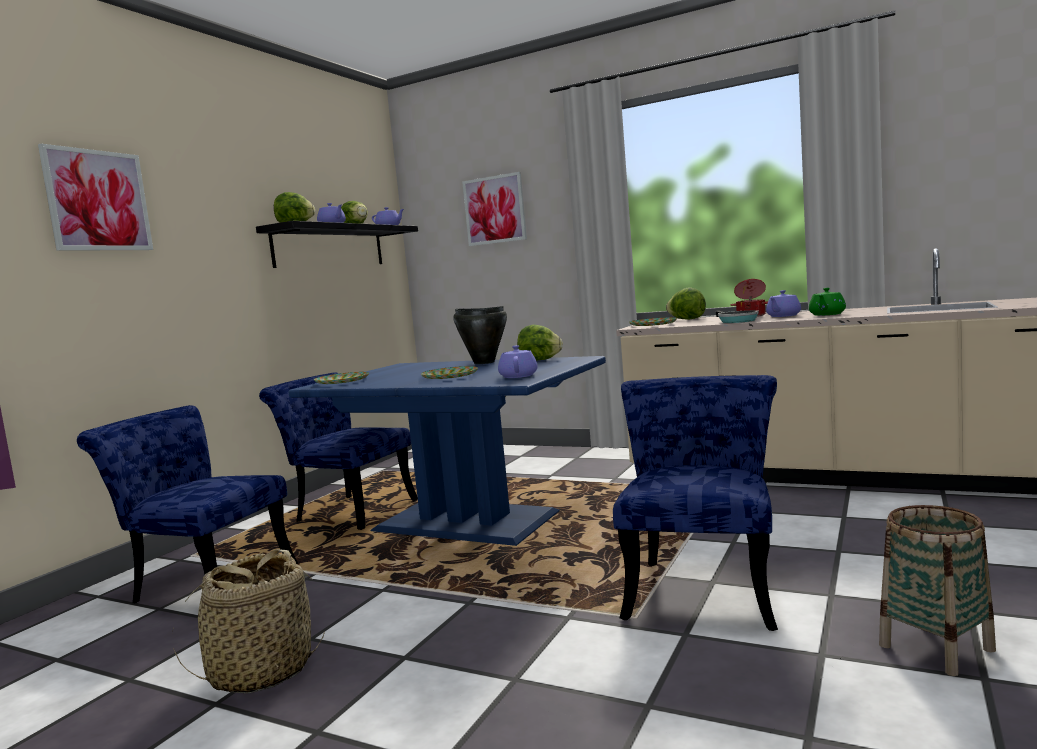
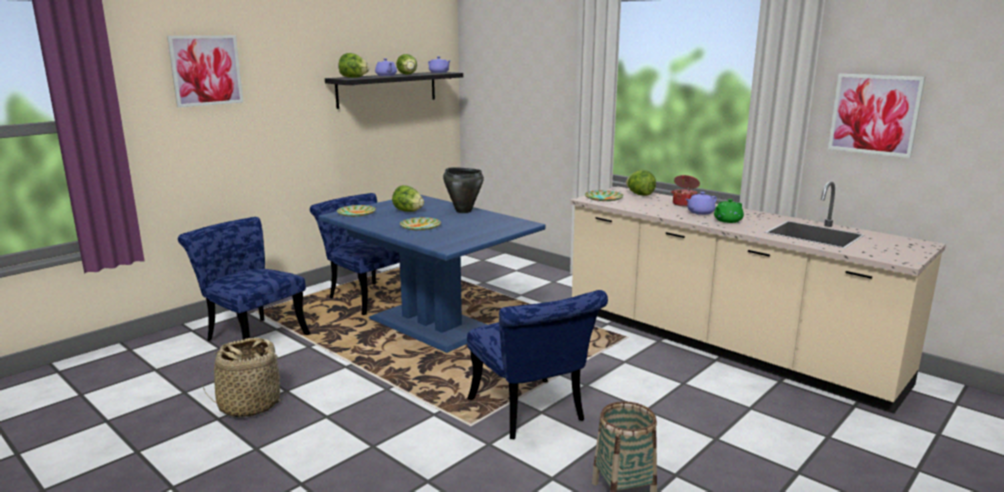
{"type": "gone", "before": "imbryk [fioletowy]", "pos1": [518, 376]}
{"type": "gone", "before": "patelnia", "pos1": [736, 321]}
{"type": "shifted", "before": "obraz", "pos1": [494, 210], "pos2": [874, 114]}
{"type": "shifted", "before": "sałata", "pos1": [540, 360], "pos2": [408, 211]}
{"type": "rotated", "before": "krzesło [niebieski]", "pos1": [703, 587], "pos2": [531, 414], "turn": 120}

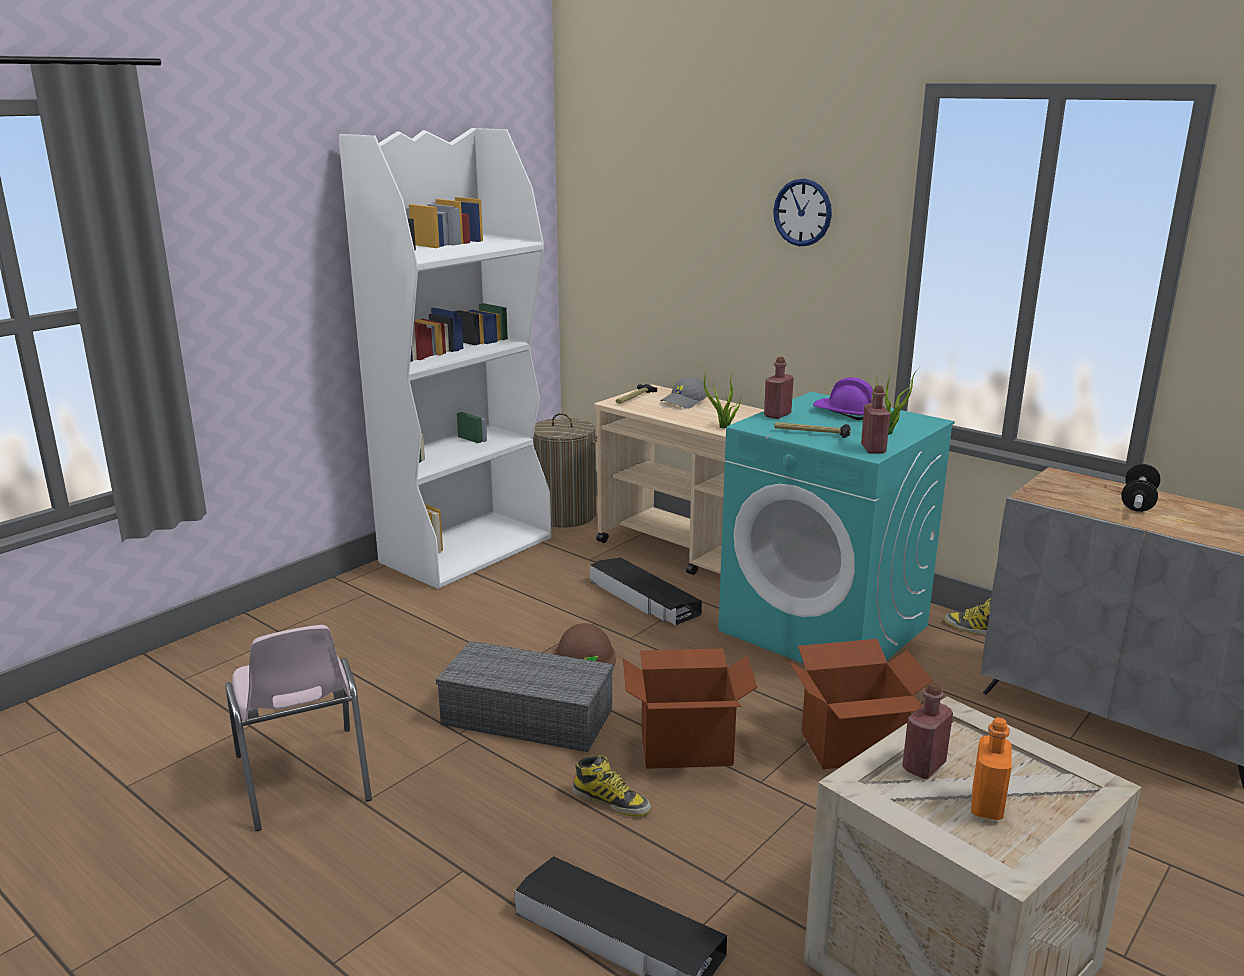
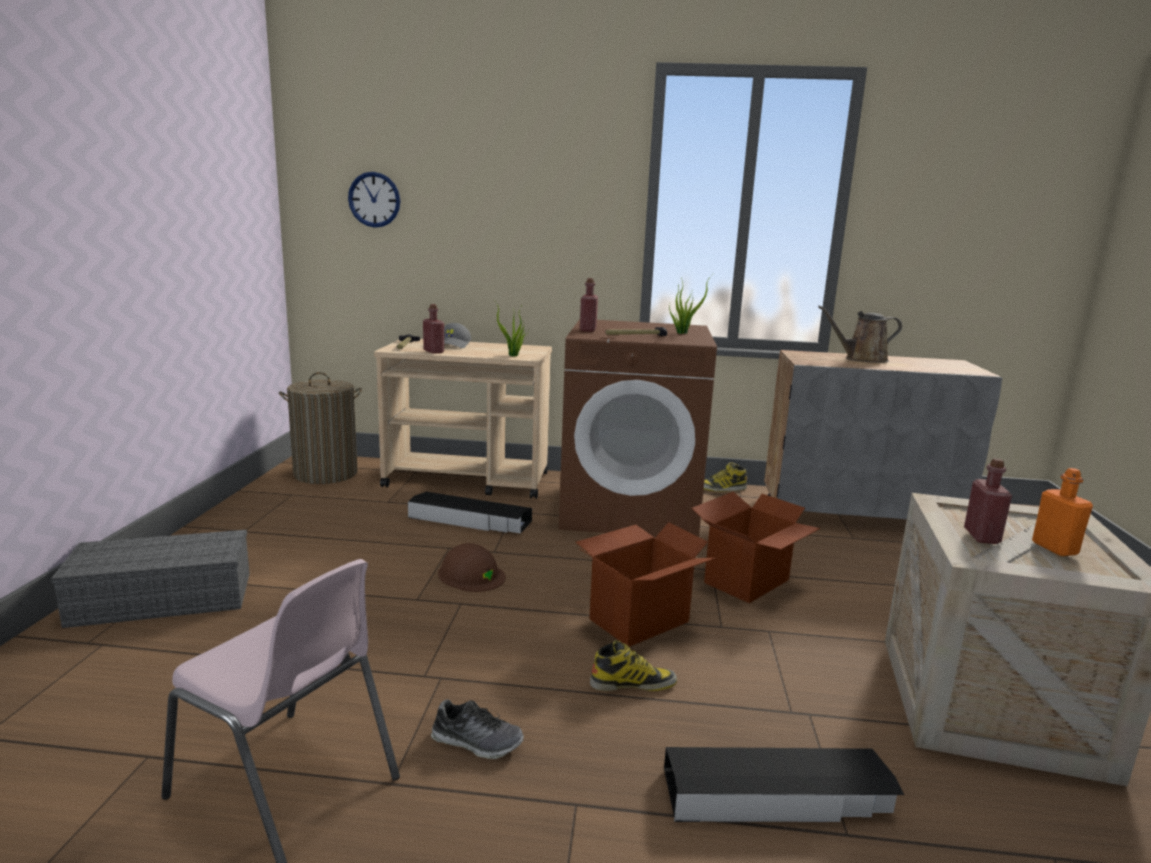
{"type": "gone", "before": "regał [biały]", "pos1": [467, 549]}
{"type": "gone", "before": "kask [fioletowy]", "pos1": [844, 413]}
{"type": "new", "after": "but", "pos2": [477, 742]}
{"type": "shifted", "before": "pojemnik do przechowywania [szary]", "pos1": [530, 716], "pos2": [166, 597]}
{"type": "shifted", "before": "zegar ścienny", "pos1": [802, 212], "pos2": [374, 199]}
{"type": "shifted", "before": "butelka [czerwony]", "pos1": [873, 449], "pos2": [433, 351]}
{"type": "swapped", "before": "hantel", "after": "konewka [brązowy]", "pos1": [1138, 502], "pos2": [862, 359]}
{"type": "repainted", "before": "pralka [turkusowy]", "after": "pralka [brązowy]", "pos1": [825, 628], "pos2": [631, 510]}

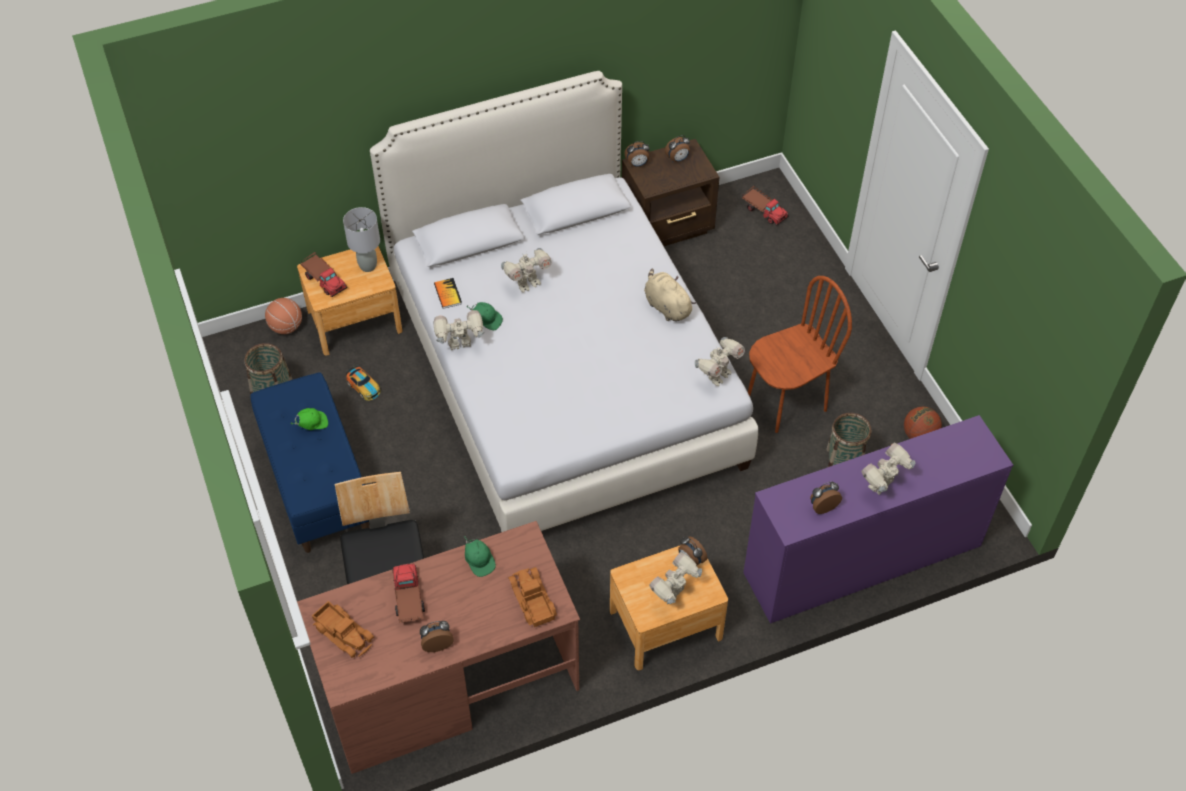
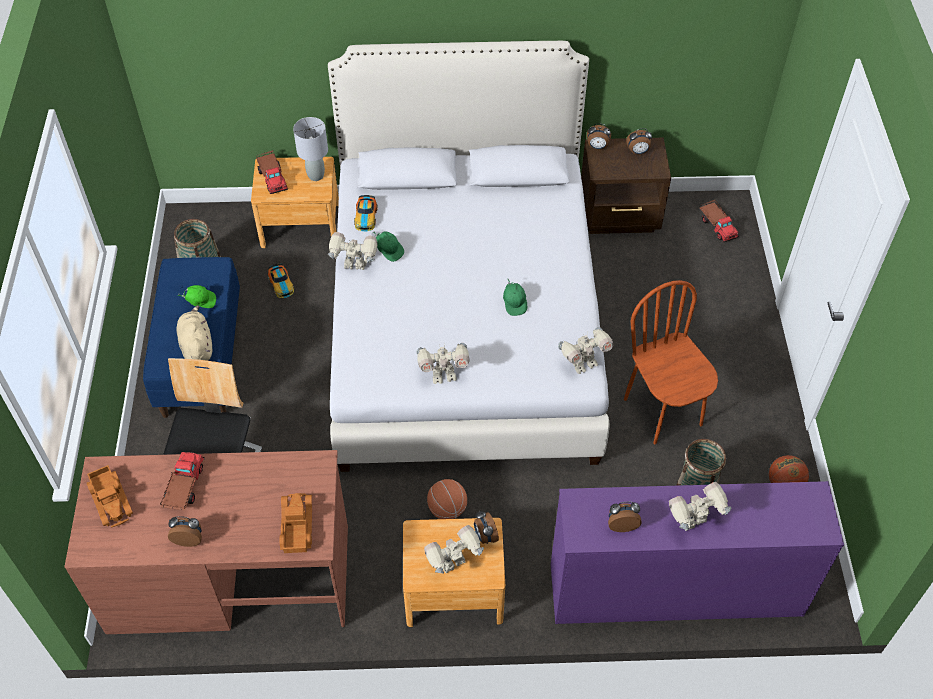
{"type": "shifted", "before": "piłka do koszykówki", "pos1": [286, 327], "pos2": [447, 509]}
{"type": "shifted", "before": "czapka z daszkiem [zielony]", "pos1": [479, 561], "pos2": [514, 303]}
{"type": "shifted", "before": "robot zabawkowy", "pos1": [527, 283], "pos2": [443, 375]}
{"type": "shifted", "before": "pluszak [beżowy]", "pos1": [666, 306], "pos2": [197, 346]}
{"type": "swapped", "before": "książka", "after": "samochodzik", "pos1": [448, 294], "pos2": [366, 217]}
{"type": "rotated", "before": "krzesło [brązowy]", "pos1": [786, 402], "pos2": [663, 411], "turn": -105}

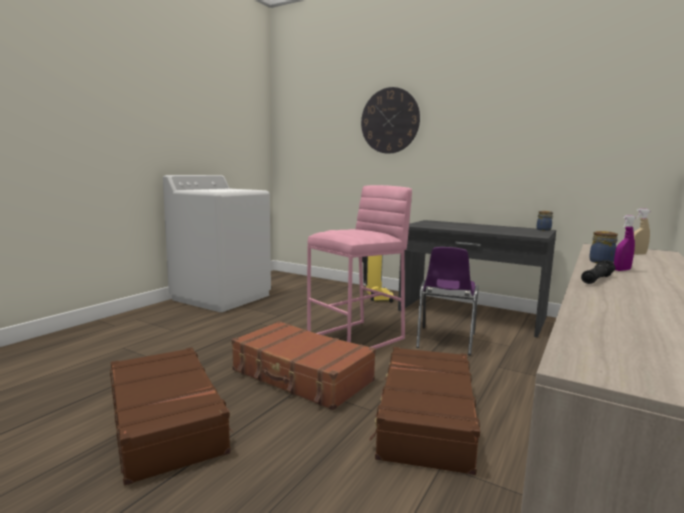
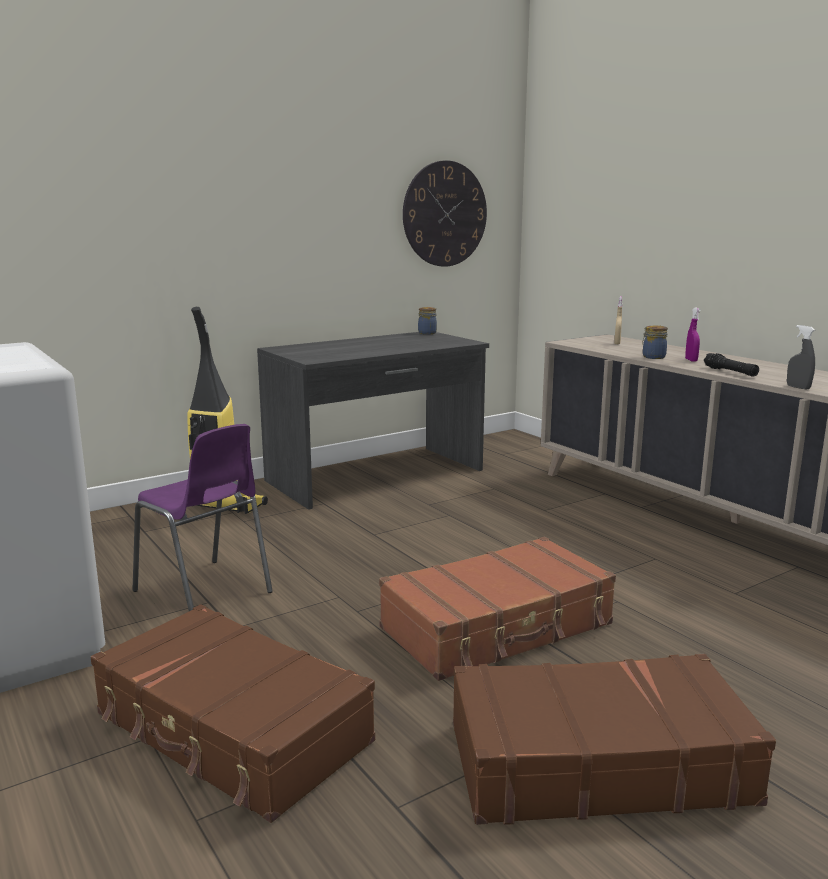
{"type": "gone", "before": "stołek [różowy]", "pos1": [357, 338]}
{"type": "new", "after": "spryskiwacz [szary]", "pos2": [798, 387]}
{"type": "shifted", "before": "zegar ścienny", "pos1": [390, 121], "pos2": [445, 214]}
{"type": "shifted", "before": "walizka [brązowy]", "pos1": [424, 418], "pos2": [231, 730]}
{"type": "shifted", "before": "krzesło [fioletowy]", "pos1": [445, 341], "pos2": [205, 593]}

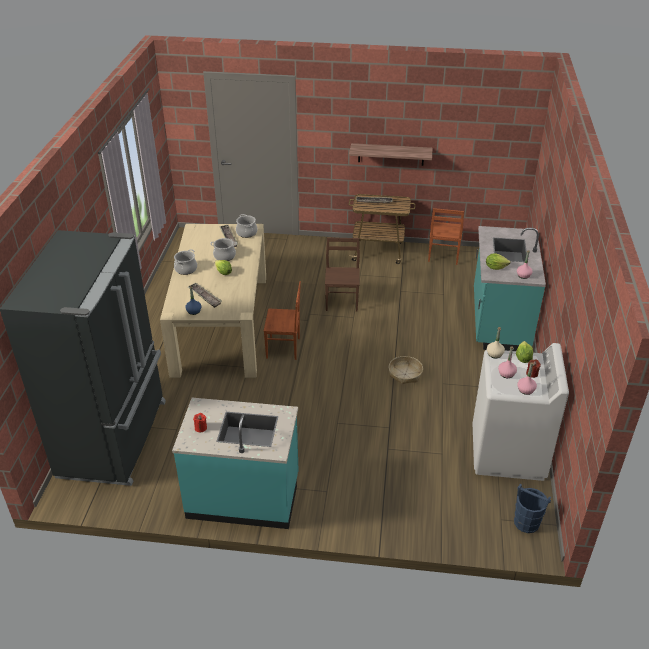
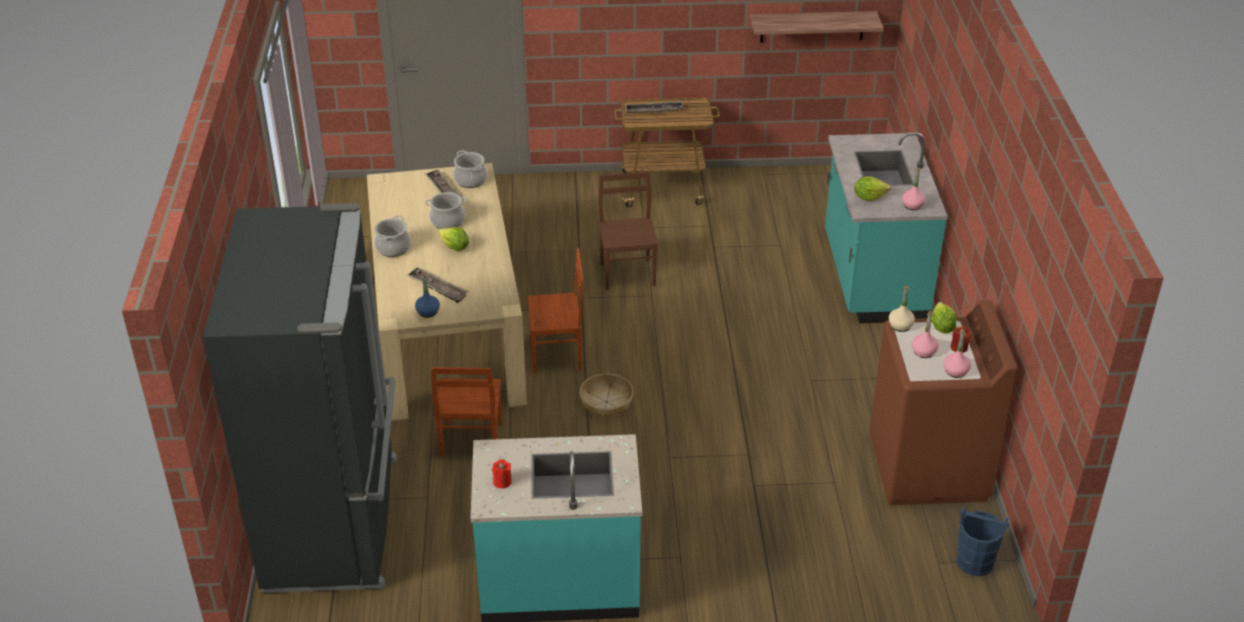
{"type": "shifted", "before": "półka", "pos1": [391, 154], "pos2": [812, 26]}
{"type": "shifted", "before": "koszyk", "pos1": [405, 374], "pos2": [606, 402]}
{"type": "shifted", "before": "krzesło [brązowy]", "pos1": [443, 256], "pos2": [470, 441]}
{"type": "repainted", "before": "pralka [biały]", "after": "pralka [brązowy]", "pos1": [508, 453], "pos2": [928, 469]}

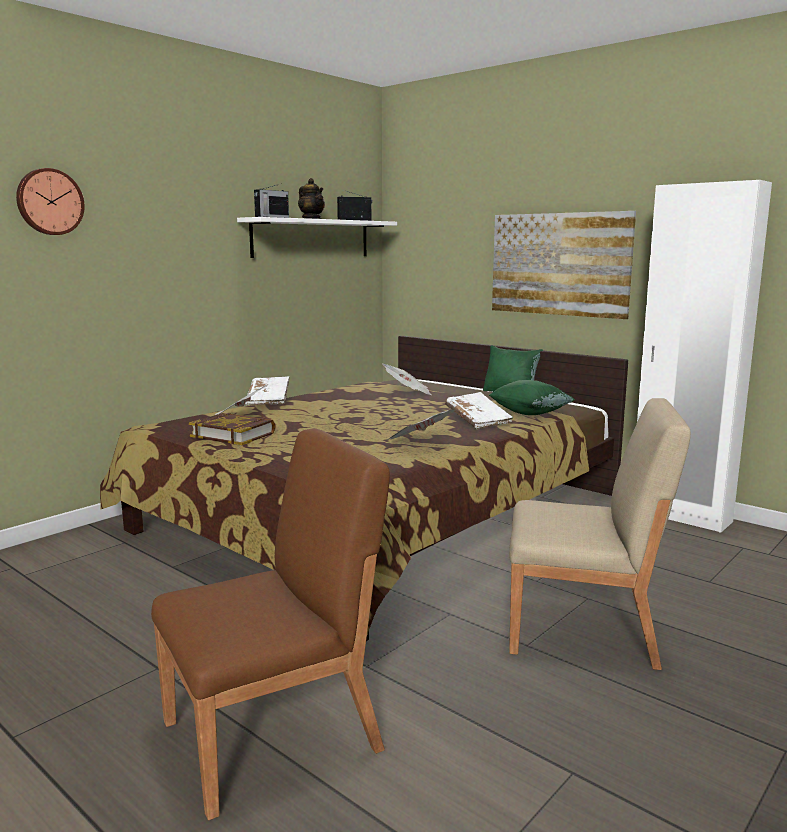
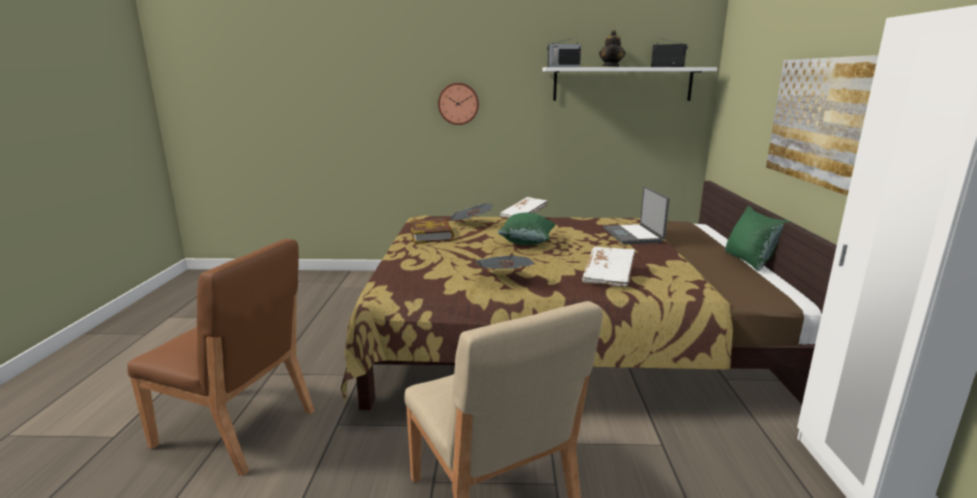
{"type": "shifted", "before": "zegar ścienny", "pos1": [49, 202], "pos2": [458, 103]}
{"type": "shifted", "before": "poduszka [zielony]", "pos1": [530, 413], "pos2": [527, 242]}
{"type": "swapped", "before": "gazeta", "after": "laptop", "pos1": [408, 393], "pos2": [633, 235]}

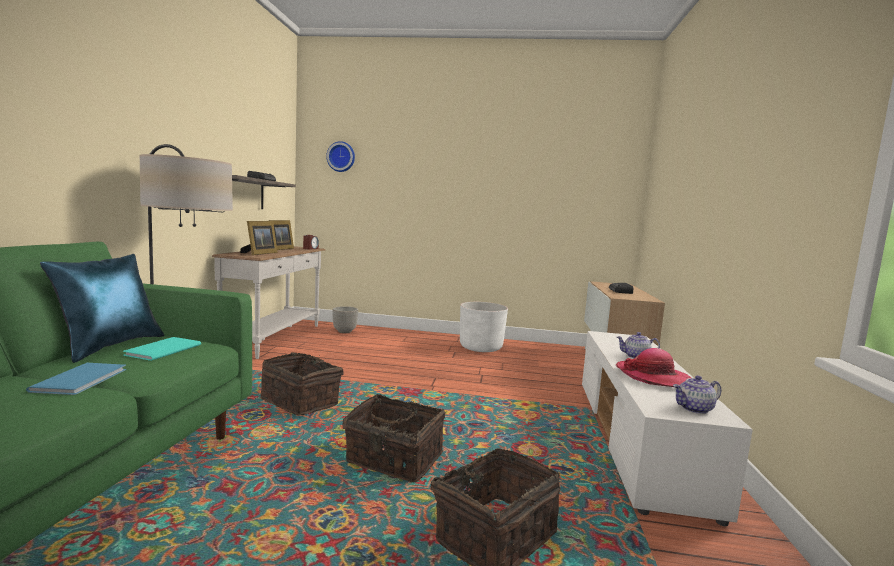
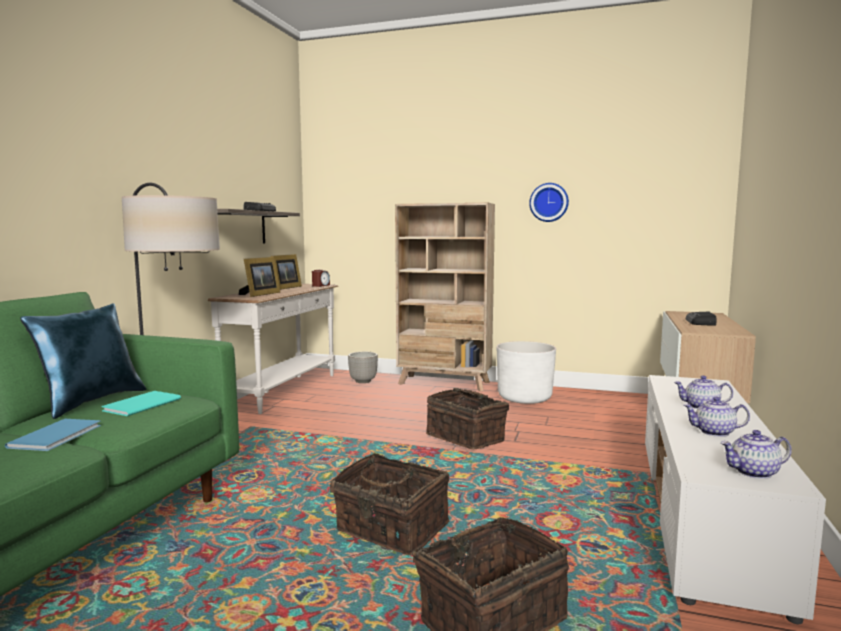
{"type": "new", "after": "regał [beżowy]", "pos2": [444, 383]}
{"type": "shifted", "before": "koszyk", "pos1": [302, 402], "pos2": [467, 438]}
{"type": "shifted", "before": "zegar ścienny", "pos1": [341, 157], "pos2": [549, 202]}
{"type": "swapped", "before": "kapelusz", "after": "imbryk", "pos1": [653, 377], "pos2": [714, 432]}

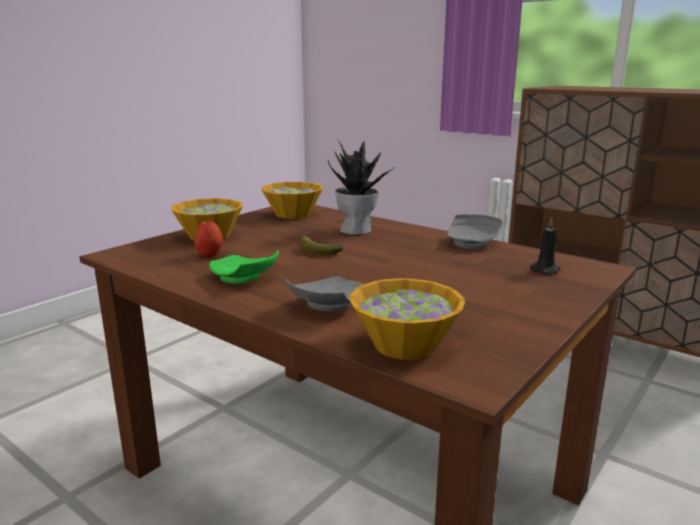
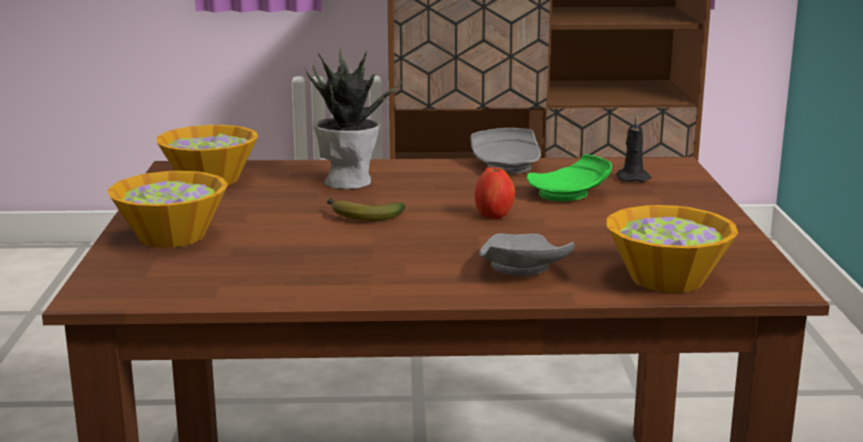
{"type": "shifted", "before": "jabłko", "pos1": [210, 255], "pos2": [493, 215]}
{"type": "shifted", "before": "talerz [zielony]", "pos1": [244, 278], "pos2": [569, 194]}

